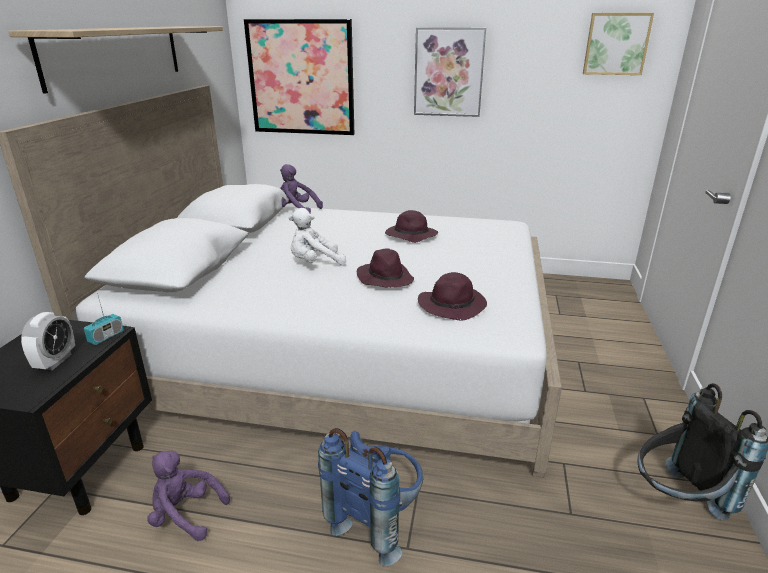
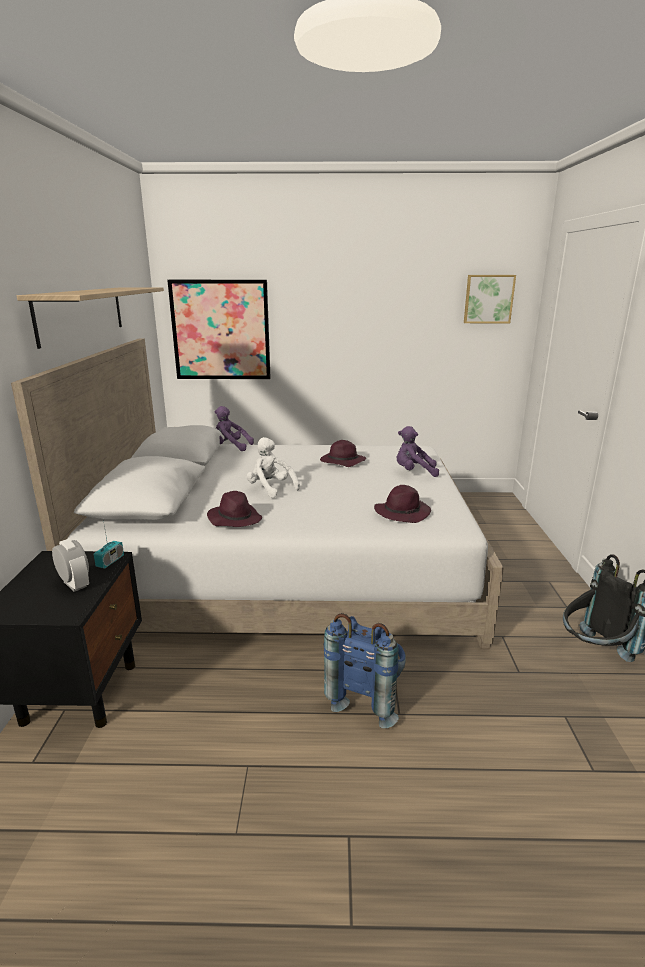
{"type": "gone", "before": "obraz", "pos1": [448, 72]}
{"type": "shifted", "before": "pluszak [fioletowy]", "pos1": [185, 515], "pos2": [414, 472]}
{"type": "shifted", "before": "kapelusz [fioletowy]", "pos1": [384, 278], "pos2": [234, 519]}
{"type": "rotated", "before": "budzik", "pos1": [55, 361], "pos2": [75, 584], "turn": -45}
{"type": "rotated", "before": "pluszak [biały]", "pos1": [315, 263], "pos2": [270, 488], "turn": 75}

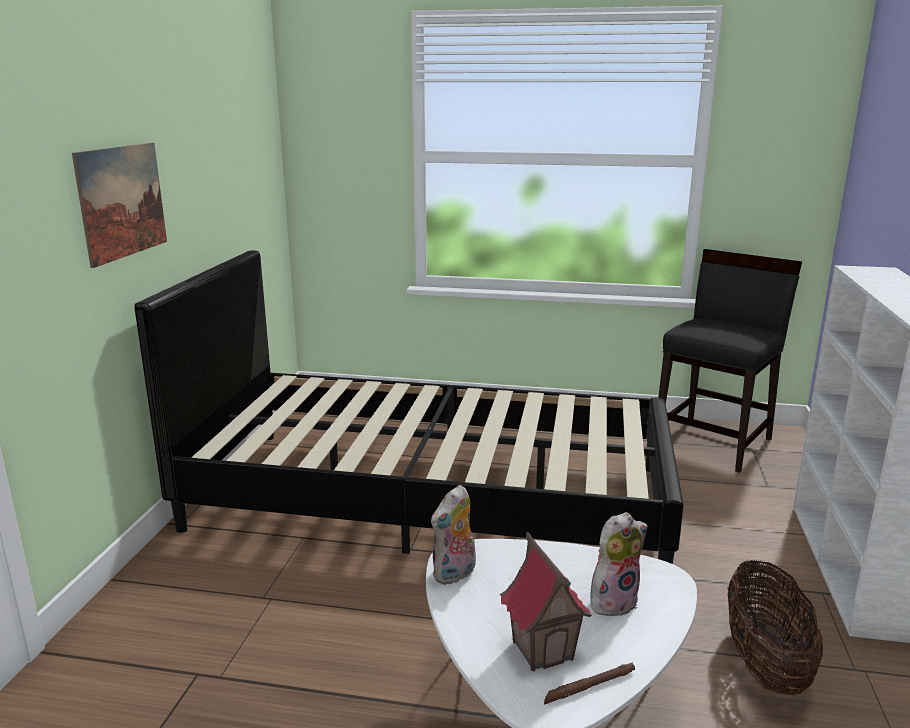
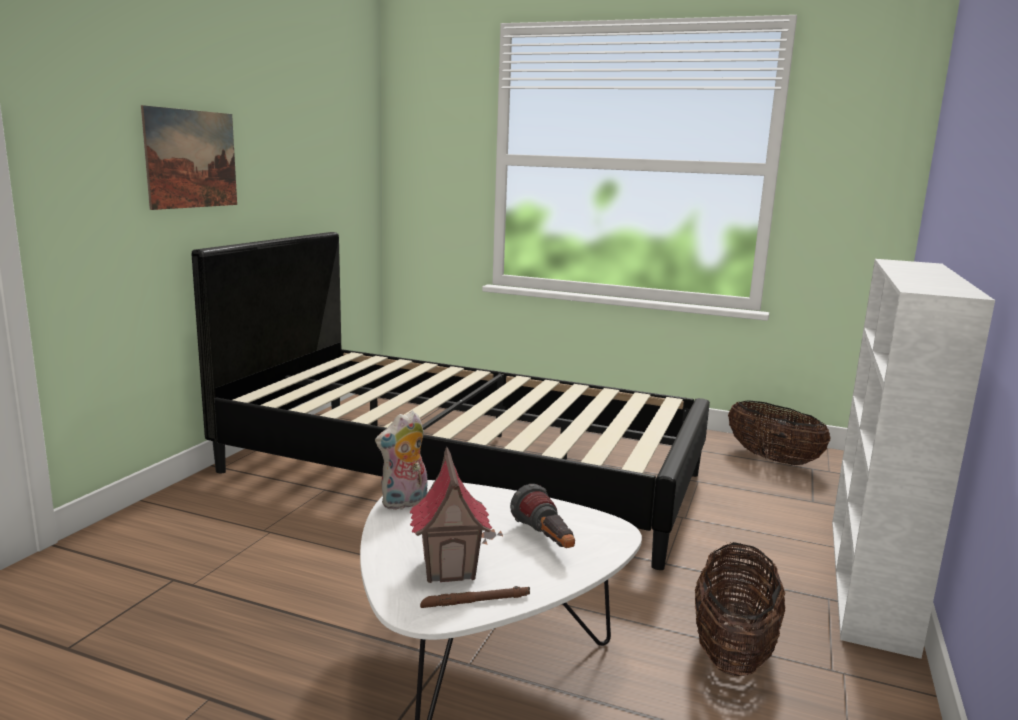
{"type": "swapped", "before": "pluszak", "after": "latarka", "pos1": [613, 601], "pos2": [546, 541]}
{"type": "swapped", "before": "krzesło [czarny]", "after": "koszyk", "pos1": [714, 442], "pos2": [772, 459]}

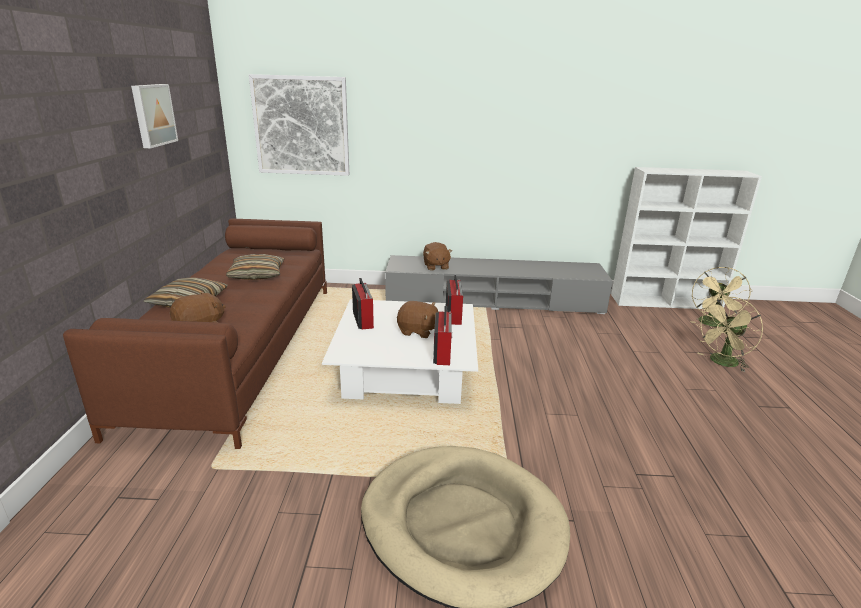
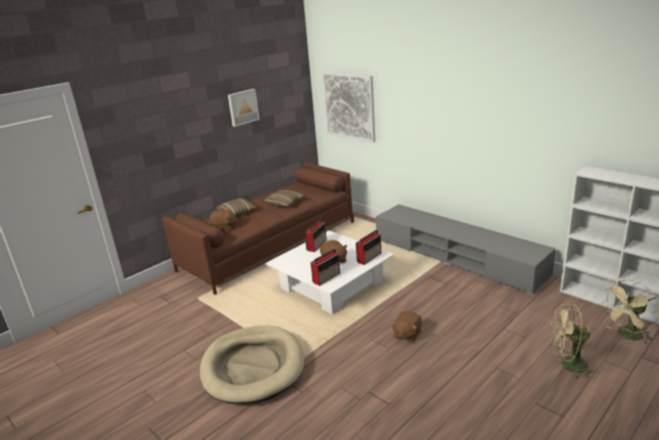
{"type": "shifted", "before": "pluszak [brązowy]", "pos1": [435, 266], "pos2": [407, 335]}

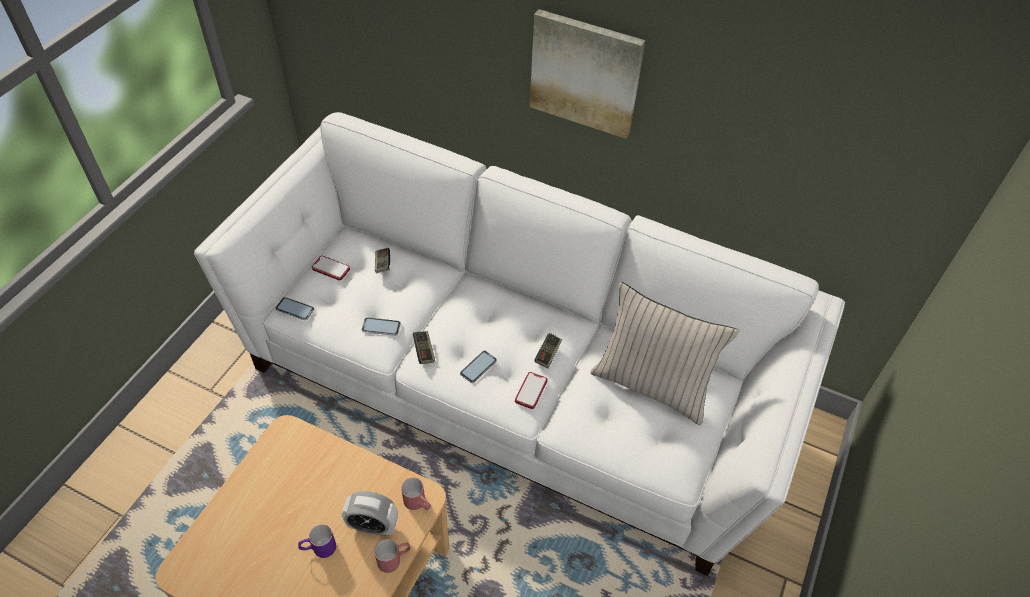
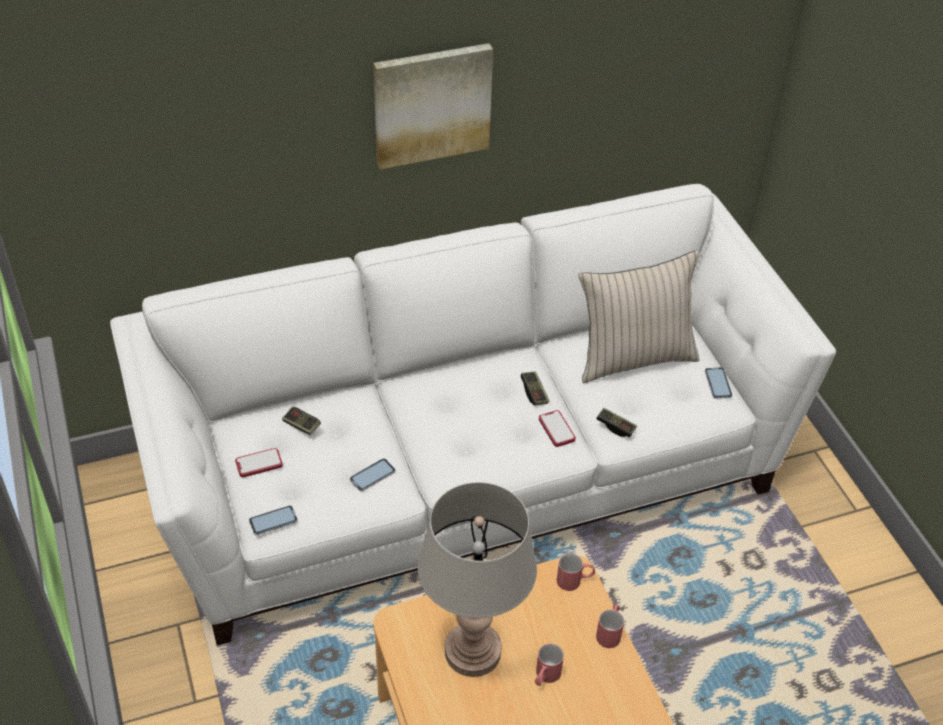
{"type": "gone", "before": "budzik", "pos1": [373, 526]}
{"type": "new", "after": "lampa stołowa [szary]", "pos2": [473, 652]}
{"type": "shifted", "before": "pad do gier", "pos1": [424, 351], "pos2": [615, 427]}
{"type": "shifted", "before": "telefon", "pos1": [478, 367], "pos2": [718, 383]}
{"type": "repainted", "before": "kubek [fioletowy]", "after": "kubek [czerwony]", "pos1": [318, 548], "pos2": [545, 677]}

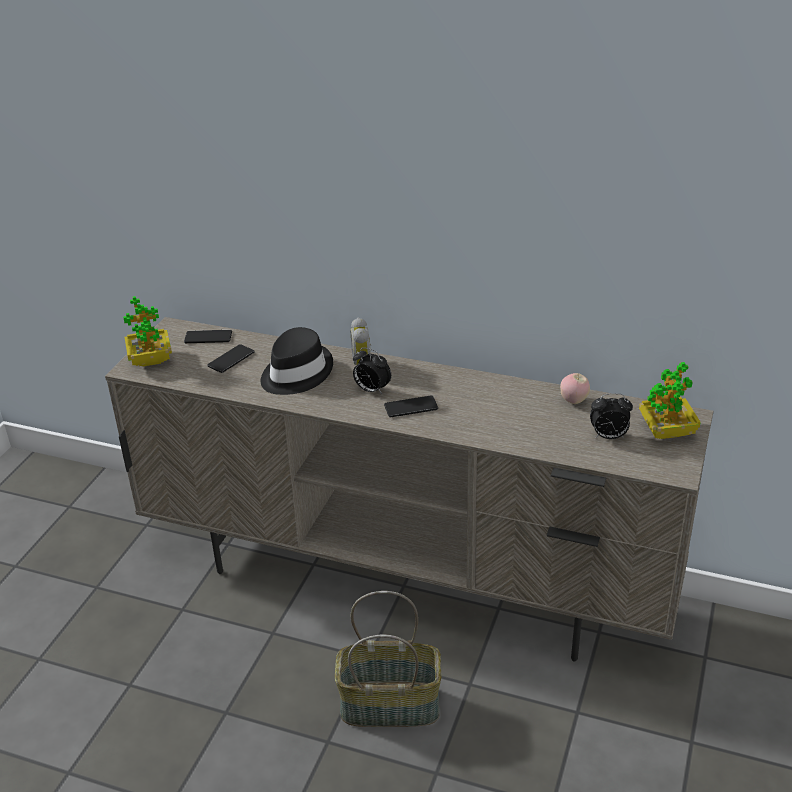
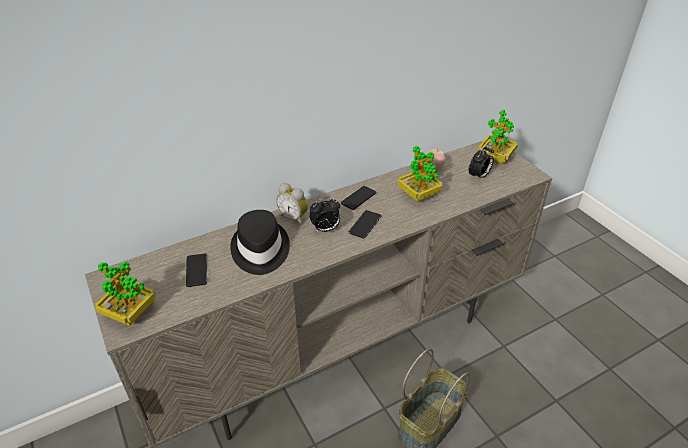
{"type": "new", "after": "roślina doniczkowa", "pos2": [418, 195]}
{"type": "shifted", "before": "telefon", "pos1": [208, 337], "pos2": [358, 198]}

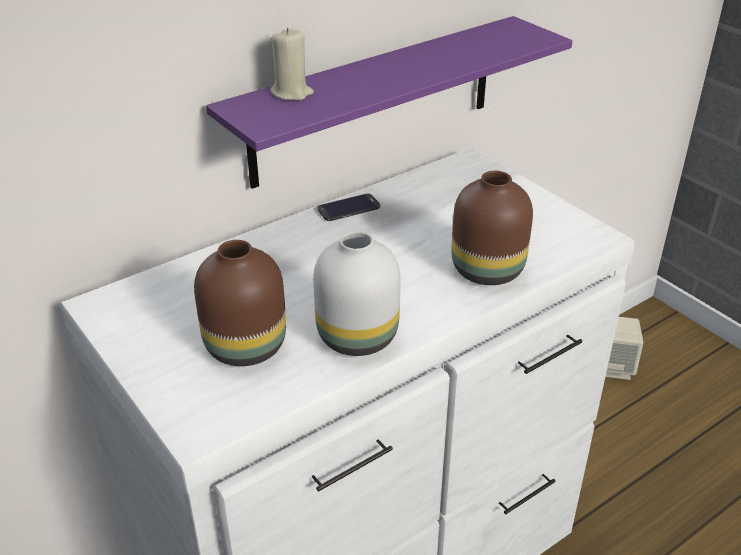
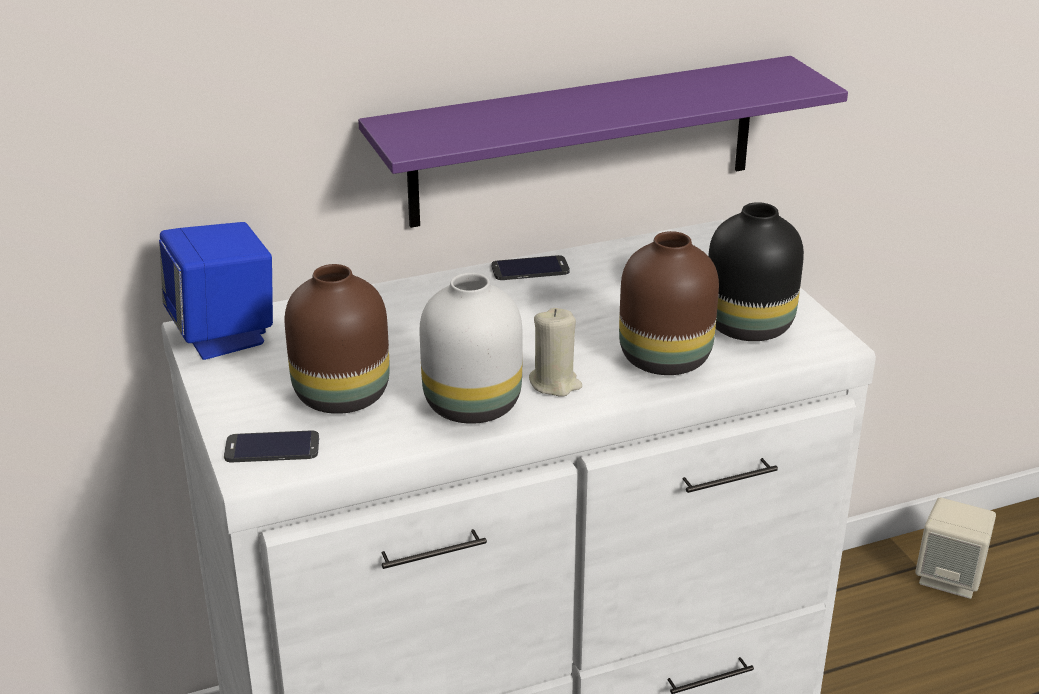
{"type": "new", "after": "głośnik [niebieski]", "pos2": [224, 335]}
{"type": "new", "after": "telefon", "pos2": [272, 448]}
{"type": "new", "after": "wazon [czarny]", "pos2": [751, 326]}
{"type": "shifted", "before": "świeca [beżowy]", "pos1": [292, 93], "pos2": [555, 383]}

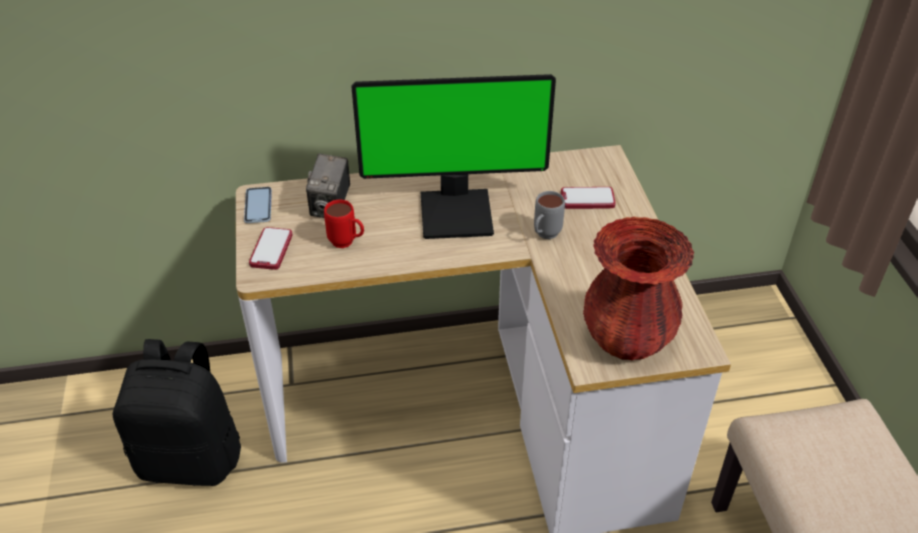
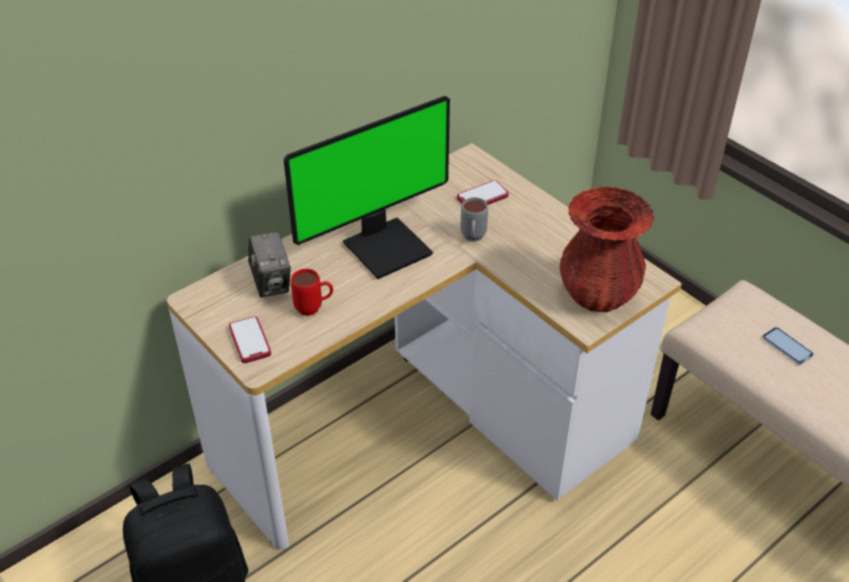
{"type": "shifted", "before": "telefon", "pos1": [258, 206], "pos2": [787, 347]}

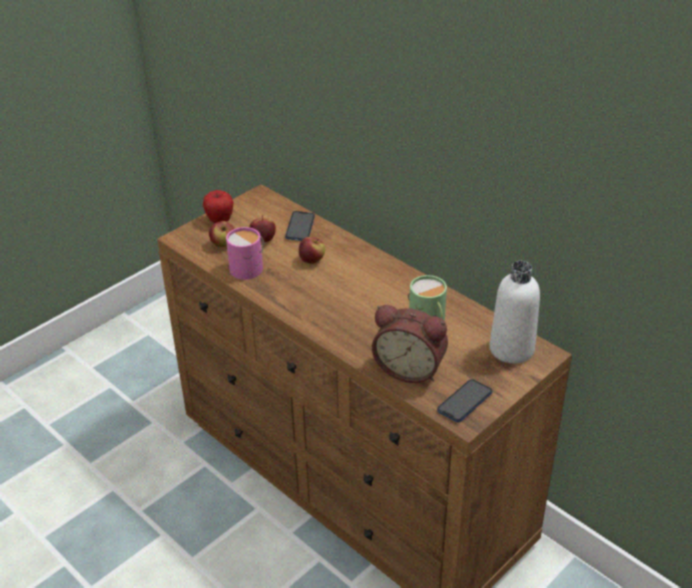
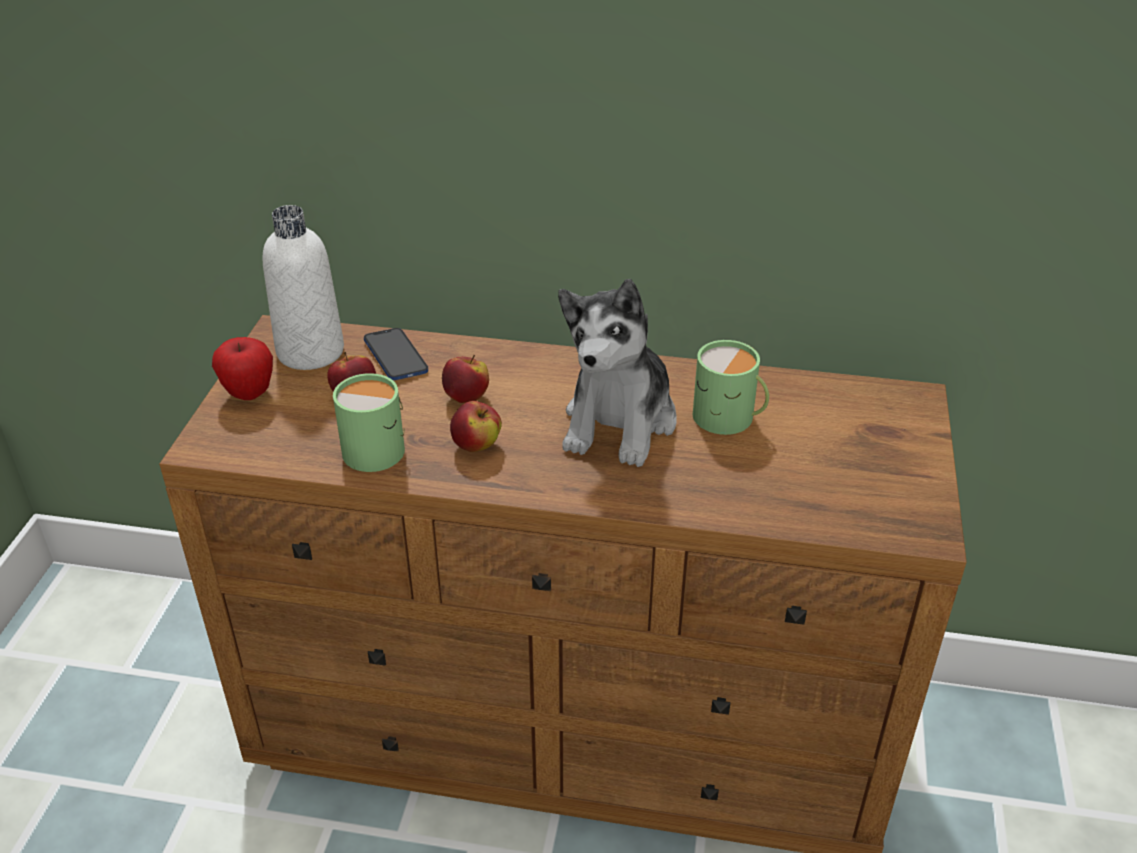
{"type": "gone", "before": "budzik", "pos1": [410, 368]}
{"type": "gone", "before": "telefon", "pos1": [464, 402]}
{"type": "new", "after": "pluszak", "pos2": [620, 422]}
{"type": "shifted", "before": "jabłko", "pos1": [223, 244], "pos2": [476, 446]}
{"type": "shifted", "before": "butelka [biały]", "pos1": [511, 349], "pos2": [310, 352]}
{"type": "repainted", "before": "kubek [różowy]", "after": "kubek [zielony]", "pos1": [249, 267], "pos2": [377, 446]}

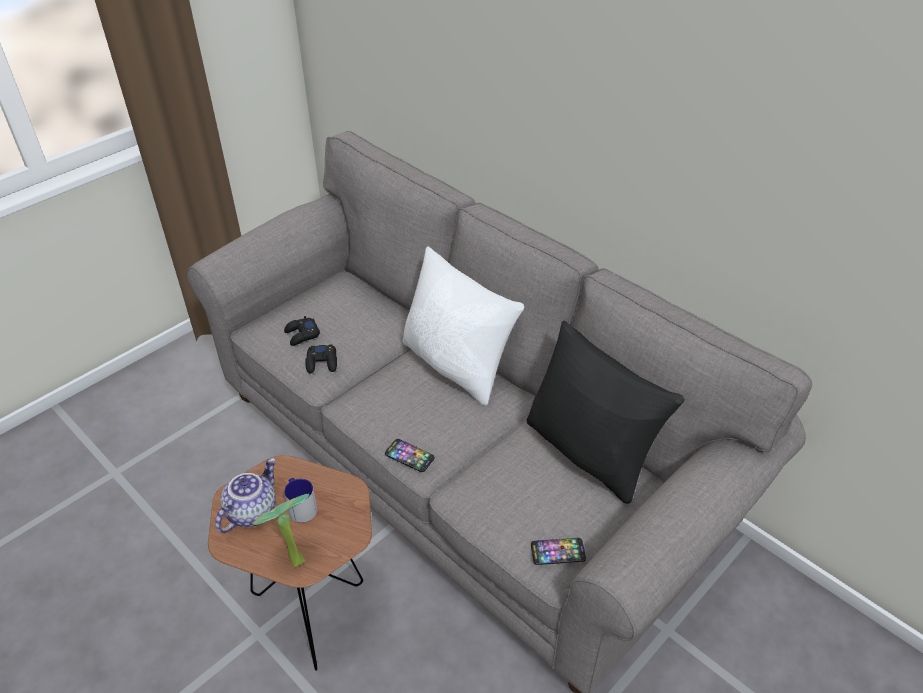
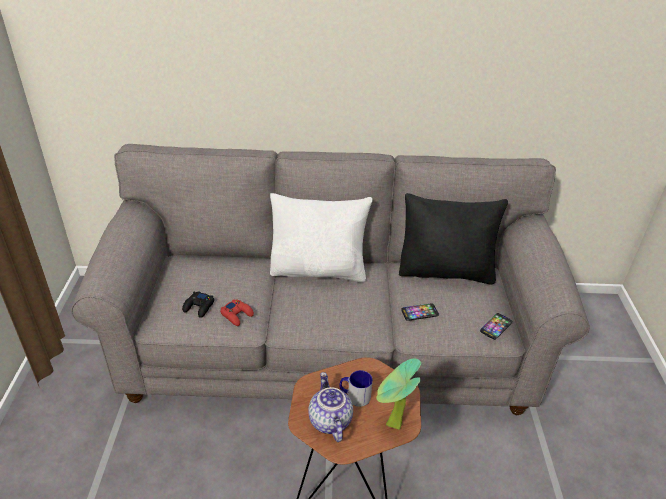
{"type": "shifted", "before": "telefon", "pos1": [409, 456], "pos2": [419, 312]}
{"type": "repainted", "before": "pad do gier [czarny]", "after": "pad do gier [czerwony]", "pos1": [322, 362], "pos2": [237, 315]}

